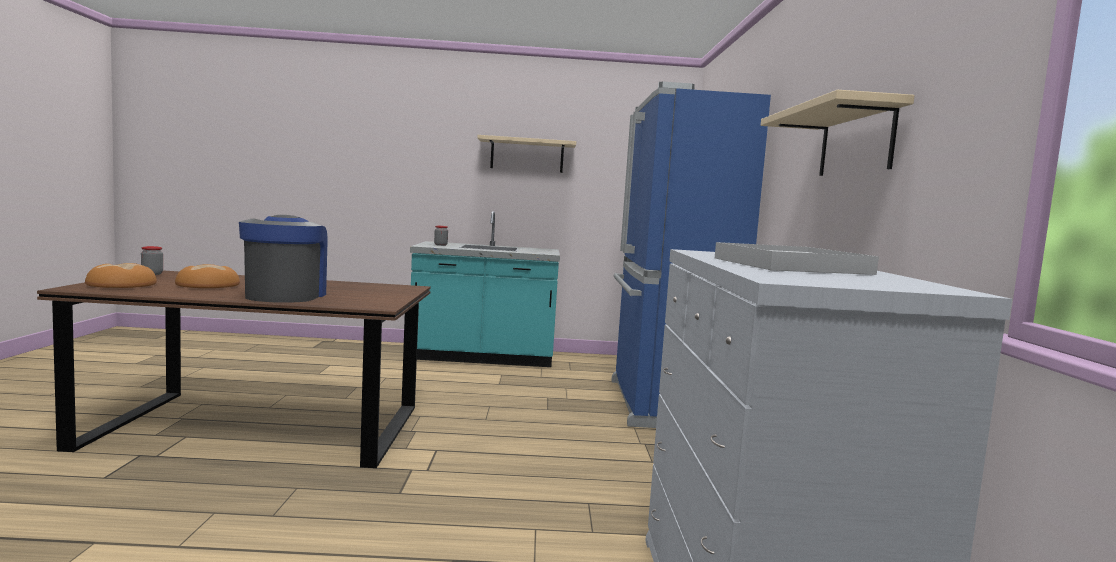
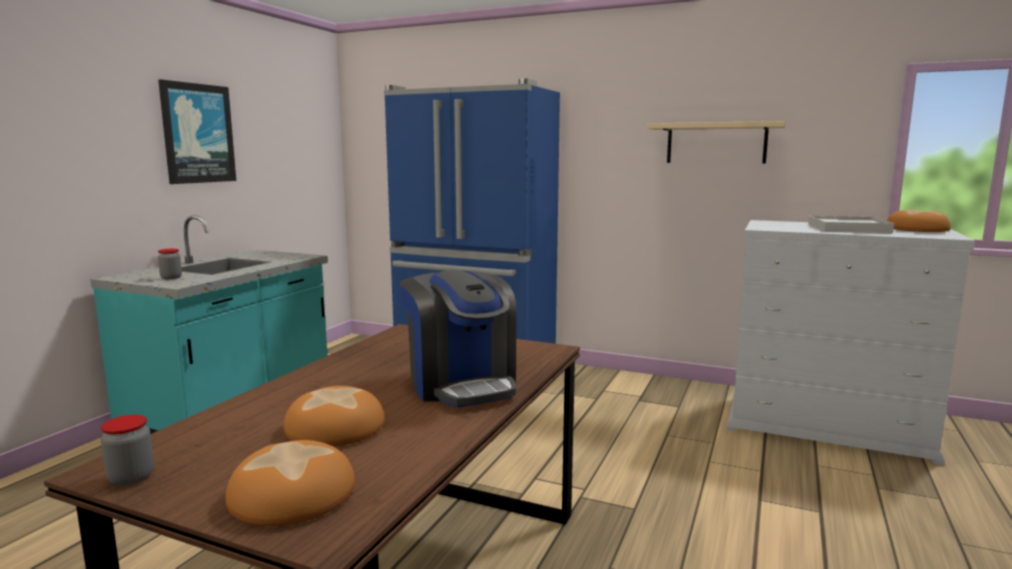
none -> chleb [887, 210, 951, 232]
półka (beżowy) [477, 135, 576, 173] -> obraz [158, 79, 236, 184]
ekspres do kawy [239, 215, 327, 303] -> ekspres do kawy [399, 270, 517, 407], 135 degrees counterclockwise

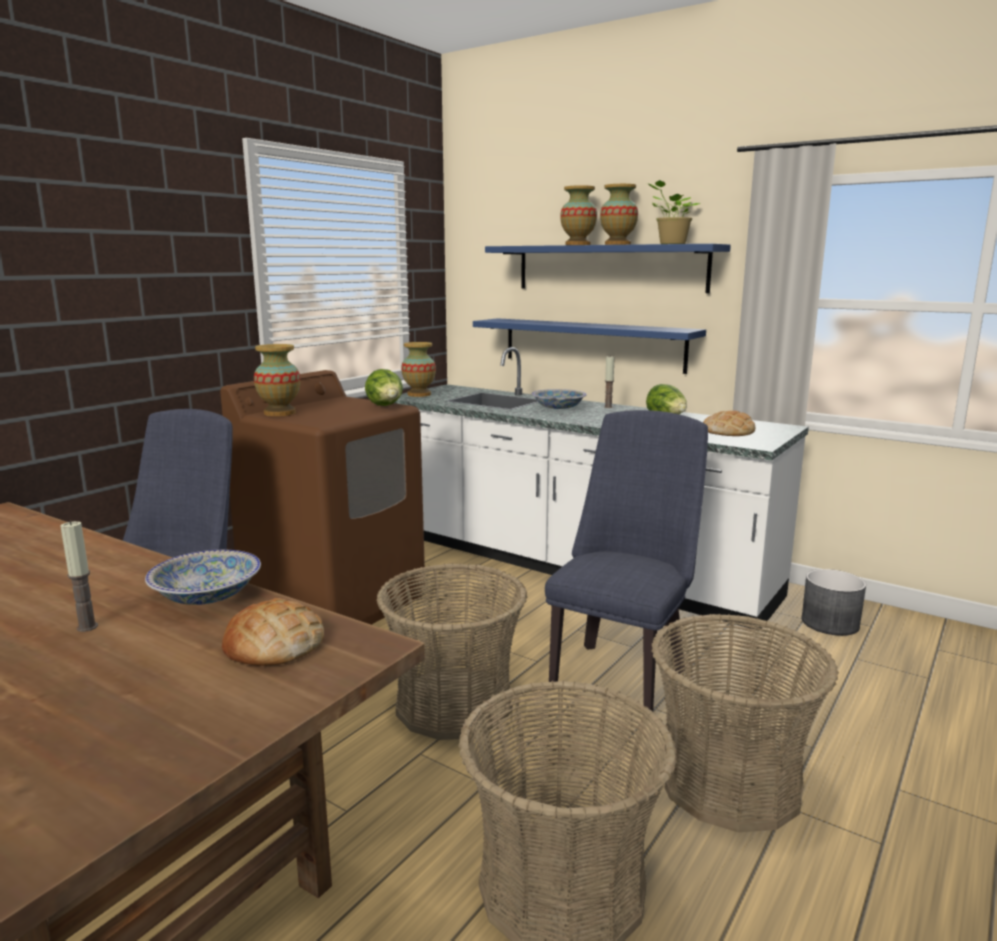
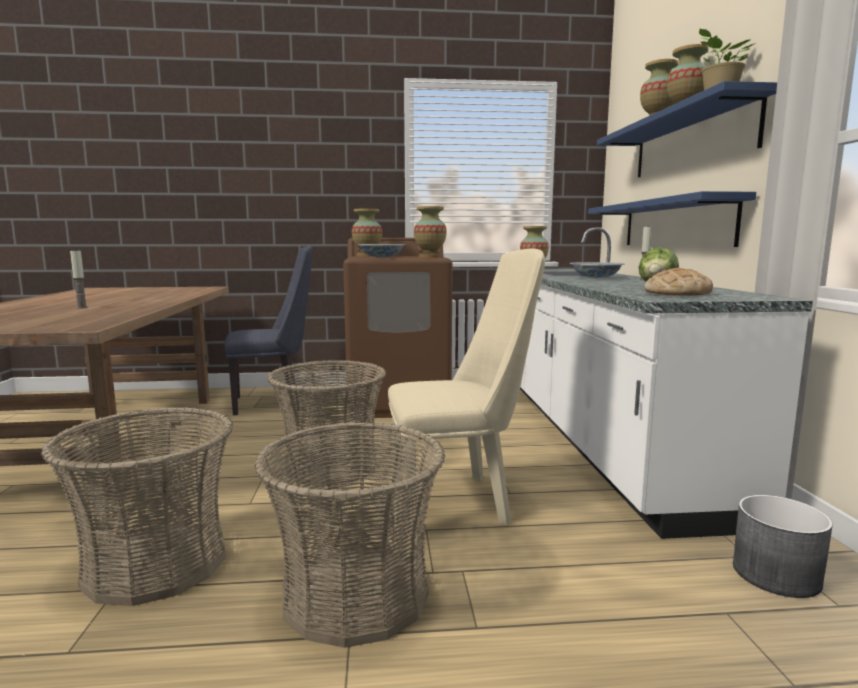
chleb [222, 598, 324, 666] -> none
miska [145, 550, 261, 605] -> miska [357, 244, 406, 258], relocated
sałata [365, 369, 403, 406] -> wazon [414, 206, 447, 258]
krzesło (niebieski) [545, 410, 708, 711] -> krzesło (beżowy) [388, 249, 545, 532]

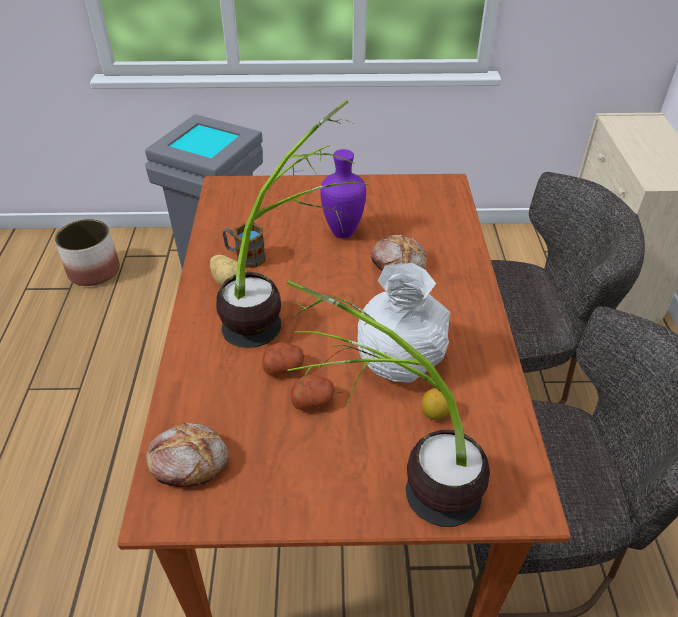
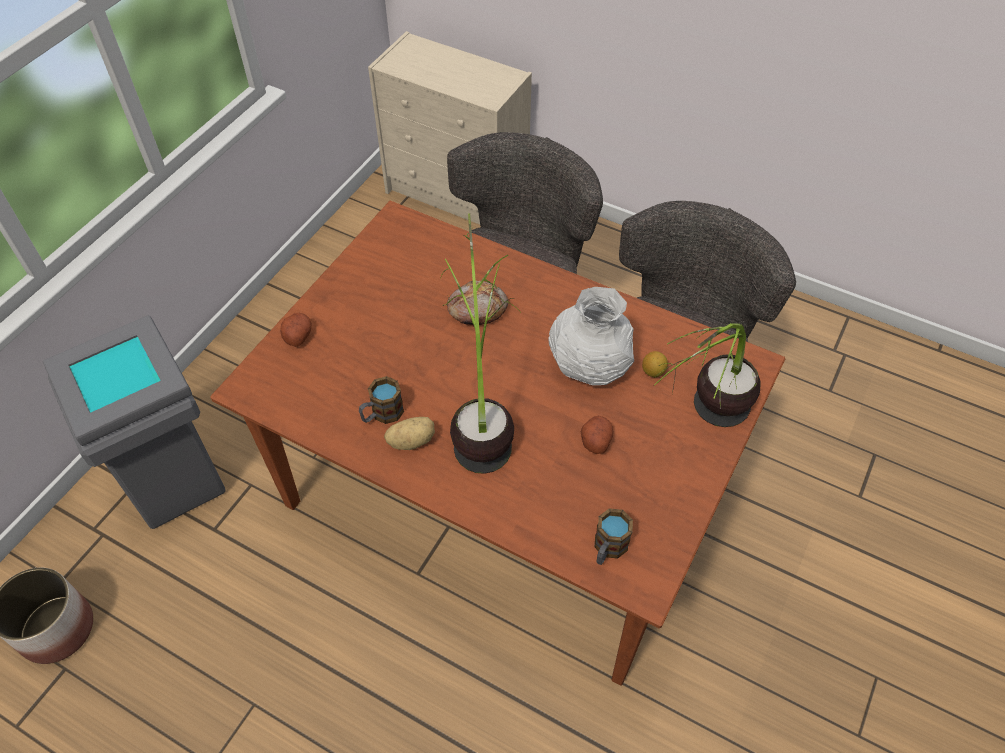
wazon (fioletowy) [320, 149, 366, 238] -> none
ziemniak [262, 342, 304, 375] -> ziemniak [280, 313, 312, 347], relocated
chleb [146, 423, 229, 487] -> kubek [595, 508, 633, 565]

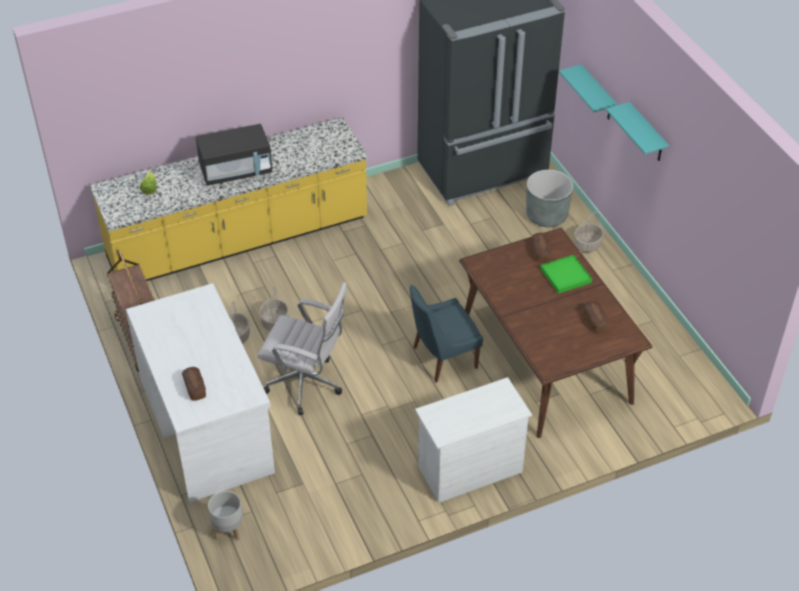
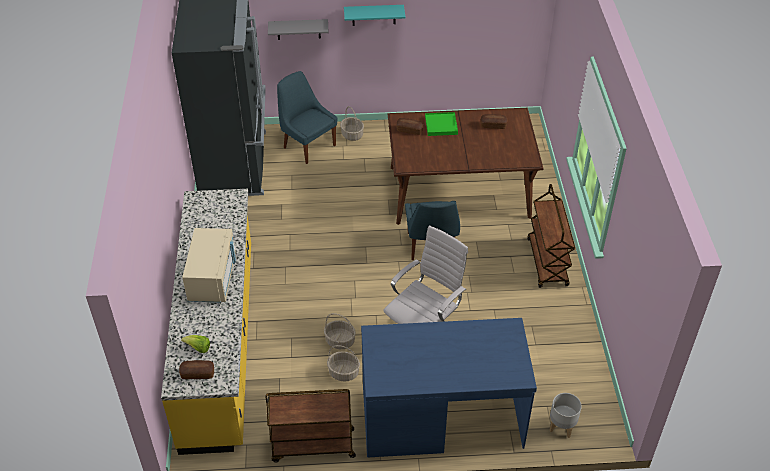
chleb [182, 367, 206, 401] -> chleb [179, 360, 214, 379], relocated
komoda (biały) [415, 377, 532, 503] -> wózek (brązowy) [527, 184, 575, 288]
donica (szary) [526, 170, 573, 227] -> krzesło (niebieski) [277, 71, 337, 164]
biurko (biały) [126, 283, 275, 502] -> biurko (niebieski) [361, 318, 537, 457]
mikrofalówka (czarny) [196, 124, 272, 186] -> mikrofalówka (beżowy) [182, 228, 236, 302]
półka (turkusowy) [559, 64, 617, 120] -> półka (szary) [268, 19, 329, 40]

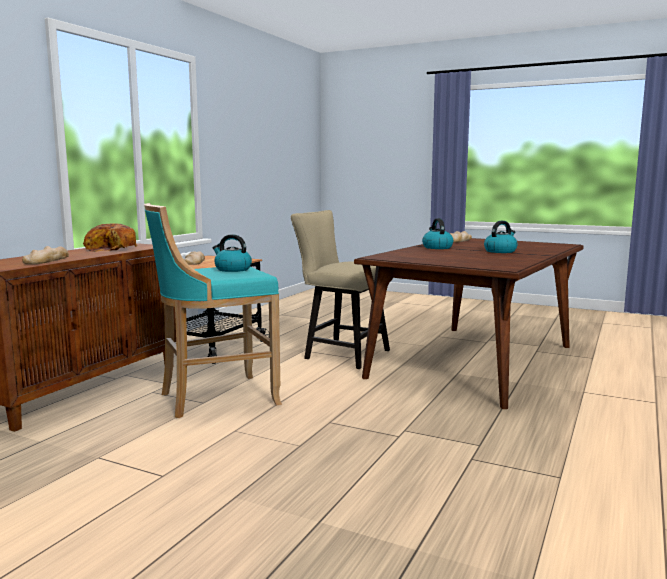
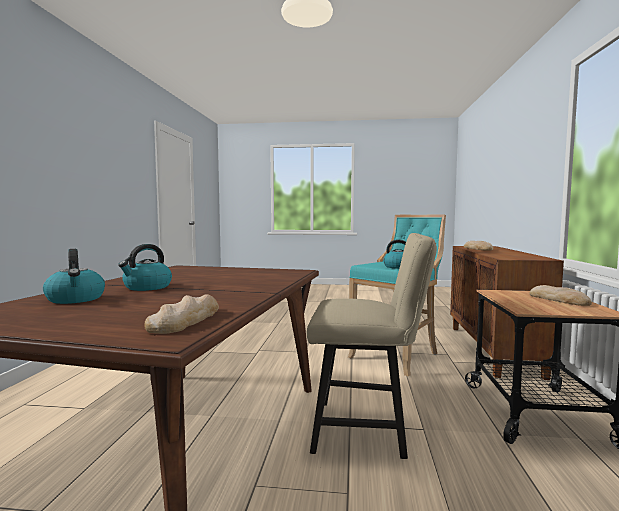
chleb [83, 223, 137, 252] -> none
czajnik [422, 218, 453, 249] -> czajnik [43, 249, 105, 304], relocated

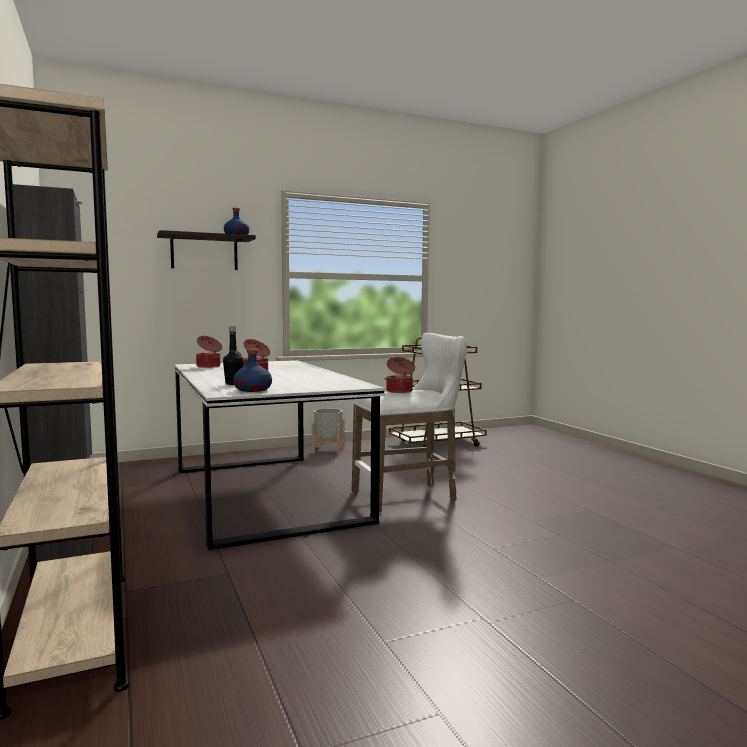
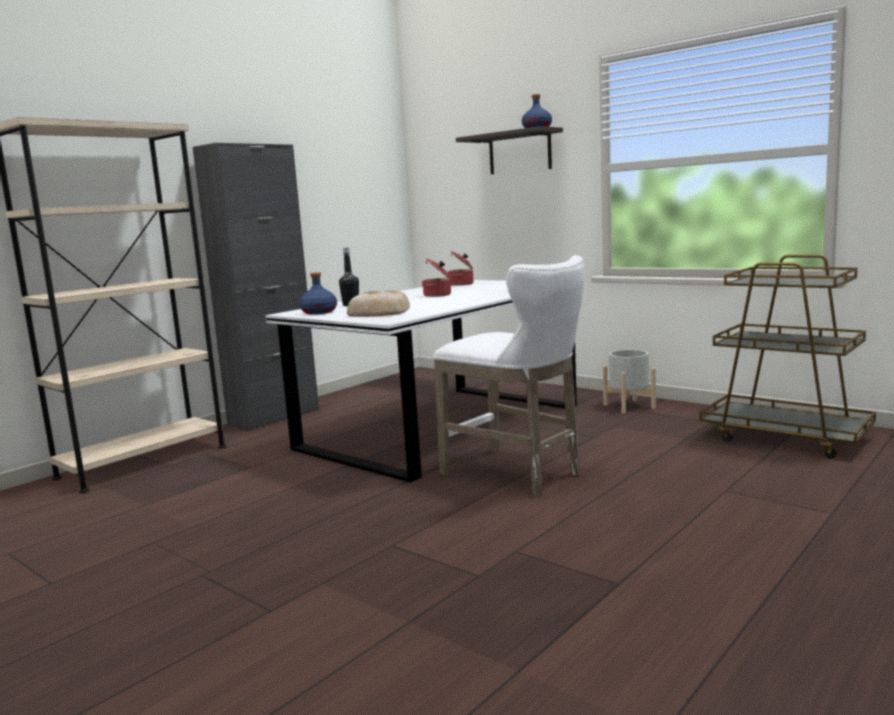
garnek [384, 357, 416, 393] -> none
none -> chleb [347, 290, 410, 317]

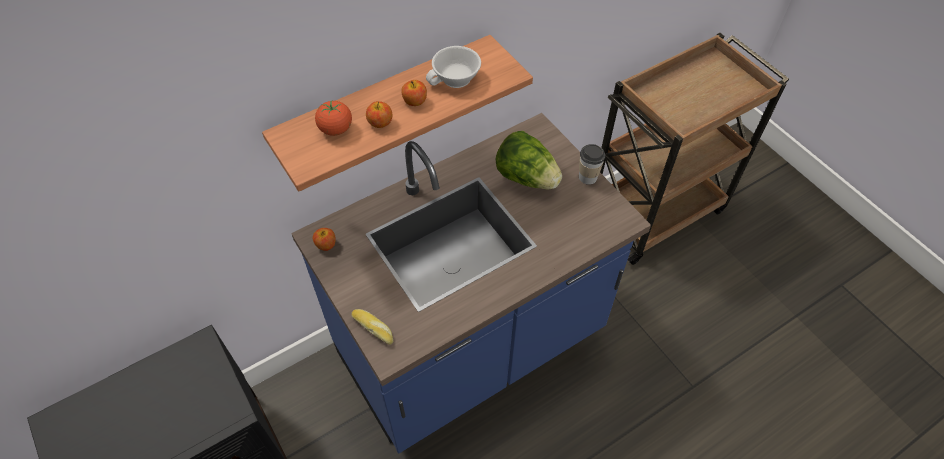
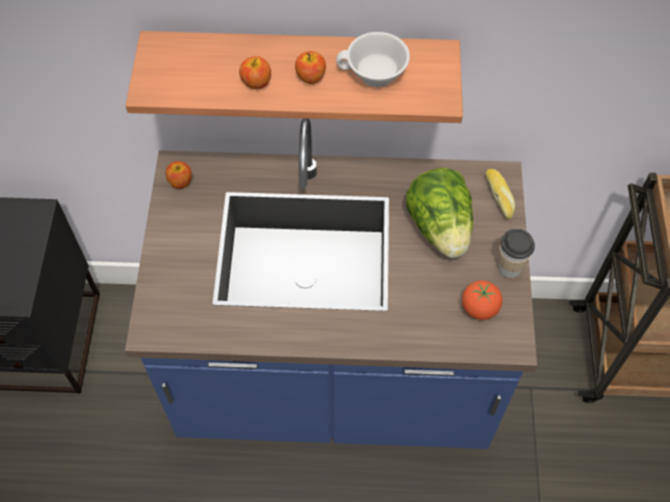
pomidor [315, 101, 352, 136] -> pomidor [462, 280, 502, 320], relocated
chleb [352, 309, 393, 345] -> chleb [485, 169, 515, 219], relocated

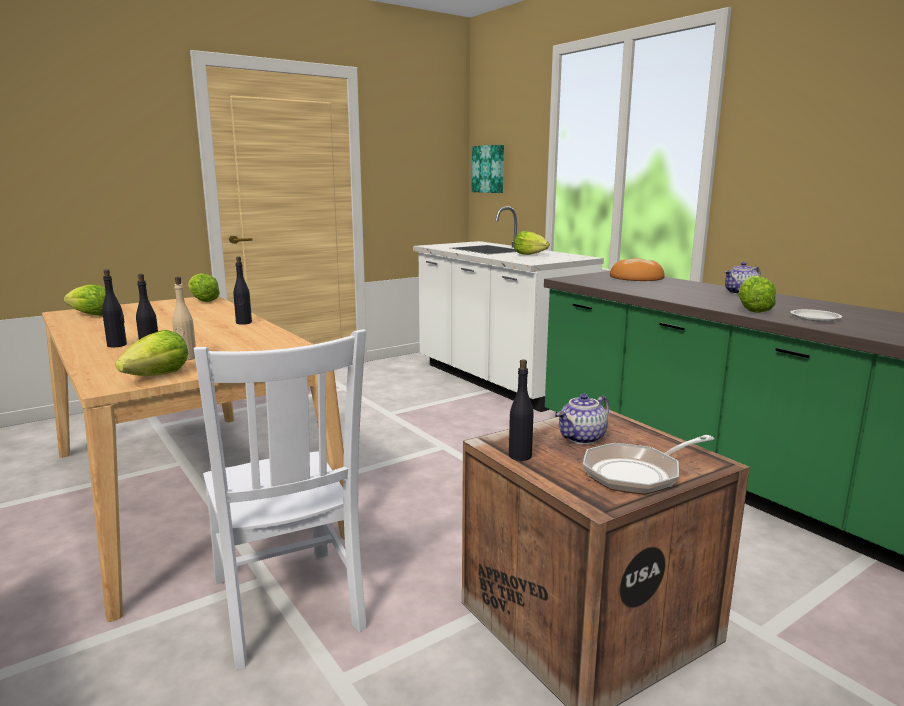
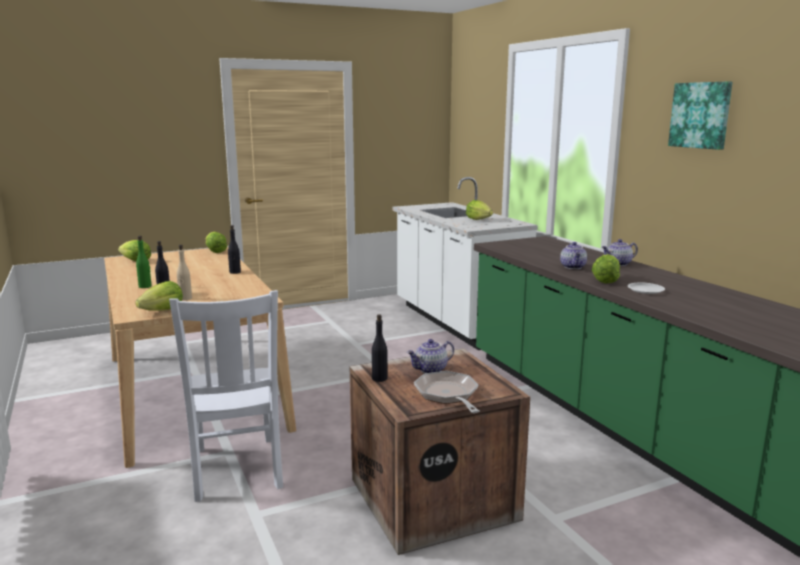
chleb [610, 258, 665, 281] -> none
none -> imbryk [560, 242, 587, 269]
obraz [472, 145, 504, 193] -> obraz [668, 82, 732, 150], relocated
butelka (czarny) [102, 269, 127, 347] -> butelka (zielony) [136, 236, 152, 288]
patelnia [583, 435, 714, 495] -> patelnia [414, 371, 480, 413], 90 degrees clockwise

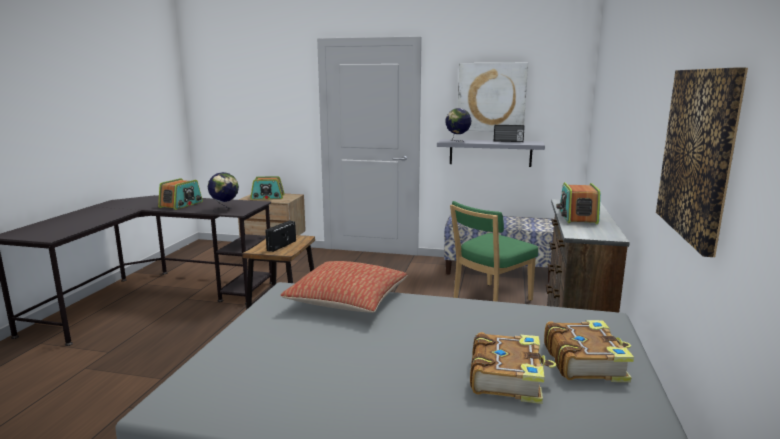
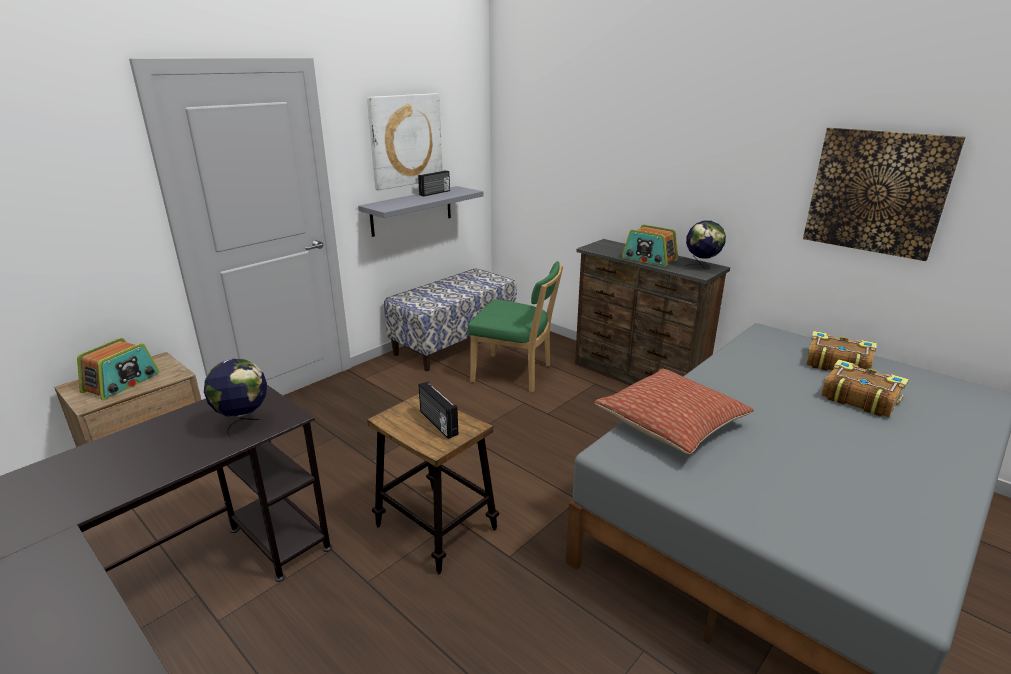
radio [158, 178, 203, 210] -> none
globus [445, 108, 472, 142] -> globus [686, 221, 726, 269], relocated
krzesło (zielony) [450, 201, 538, 302] -> krzesło (zielony) [468, 261, 563, 392], 60 degrees counterclockwise

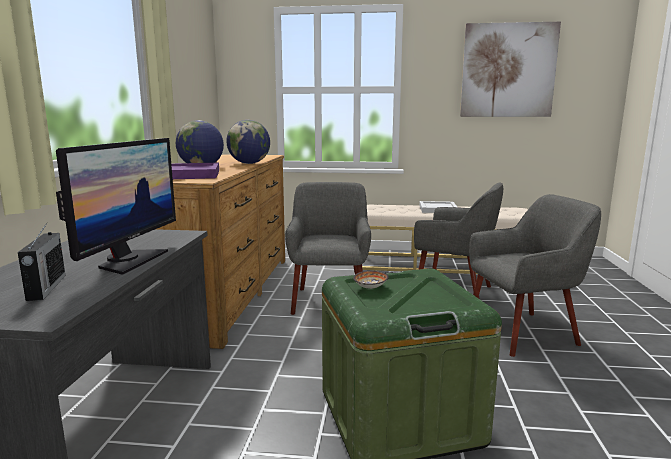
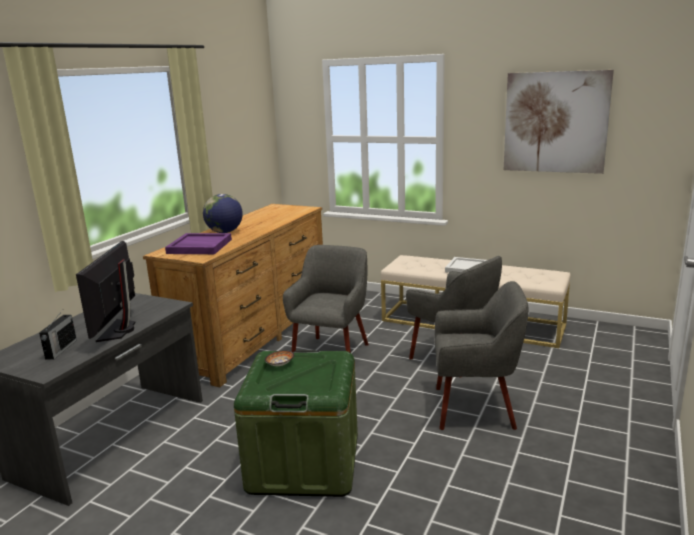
globus [226, 120, 270, 164] -> none
monitor [56, 138, 176, 275] -> monitor [76, 241, 136, 342], 150 degrees clockwise

